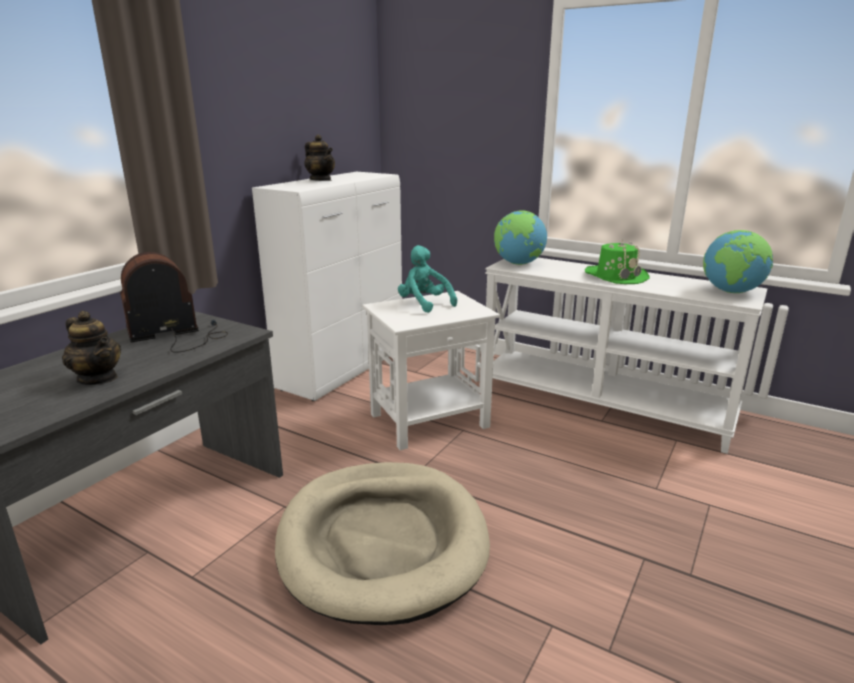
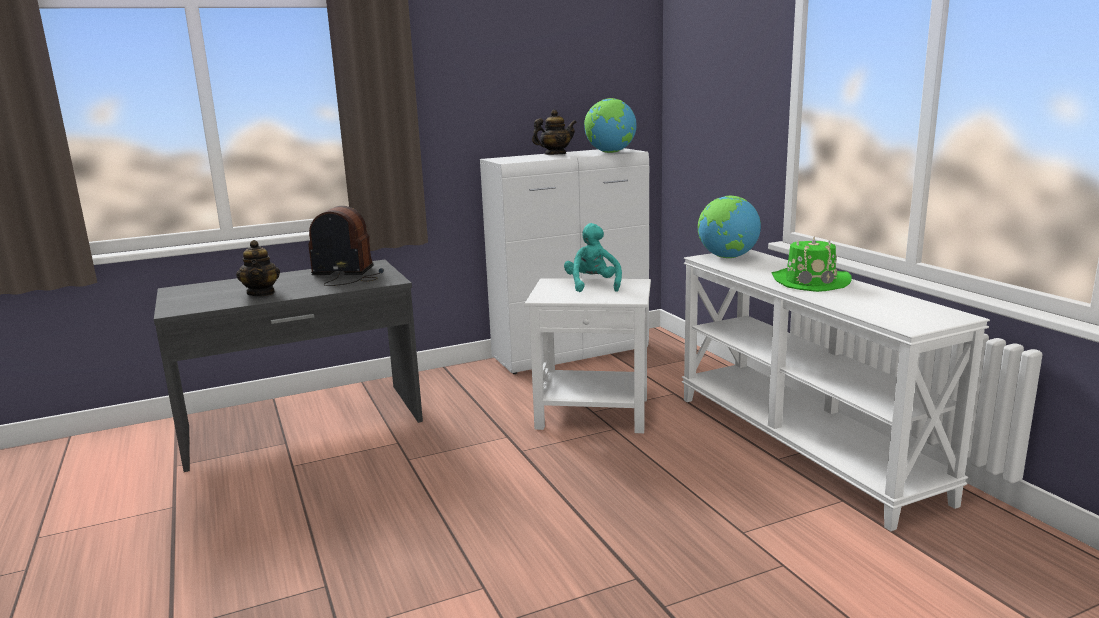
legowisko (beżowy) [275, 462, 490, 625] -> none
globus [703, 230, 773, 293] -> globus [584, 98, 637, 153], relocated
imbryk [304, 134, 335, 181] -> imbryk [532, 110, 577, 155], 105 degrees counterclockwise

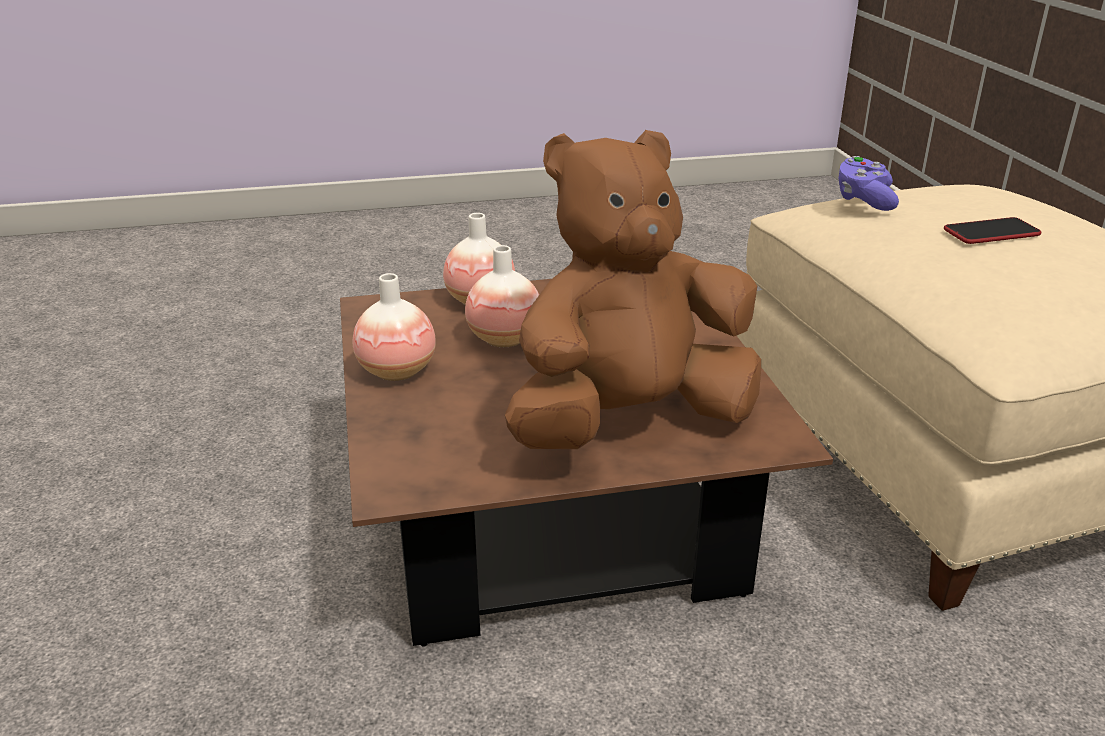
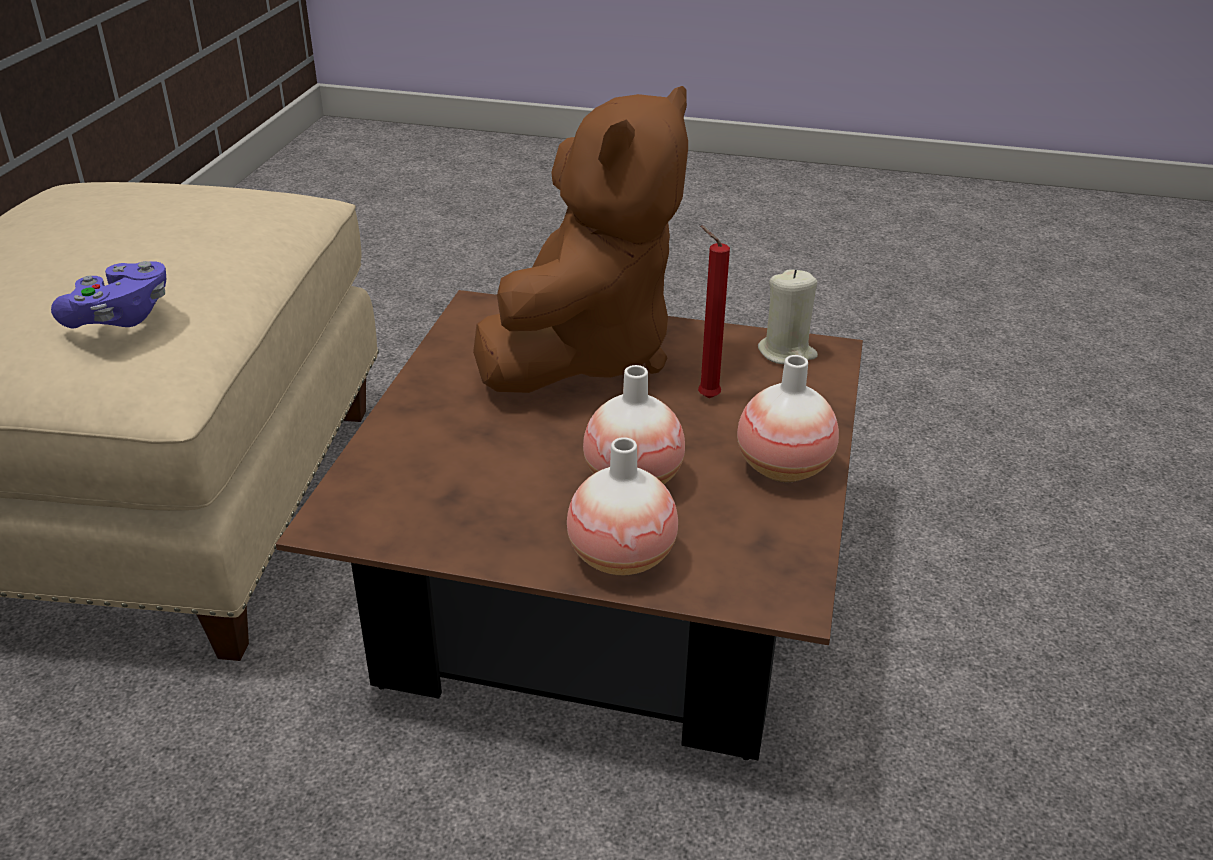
telefon [944, 217, 1041, 244] -> none
none -> świeca (czerwony) [698, 226, 730, 398]
none -> świeca (beżowy) [758, 269, 818, 364]
pluszak (brązowy) [505, 130, 761, 449] -> pluszak (brązowy) [473, 86, 688, 393], 60 degrees counterclockwise

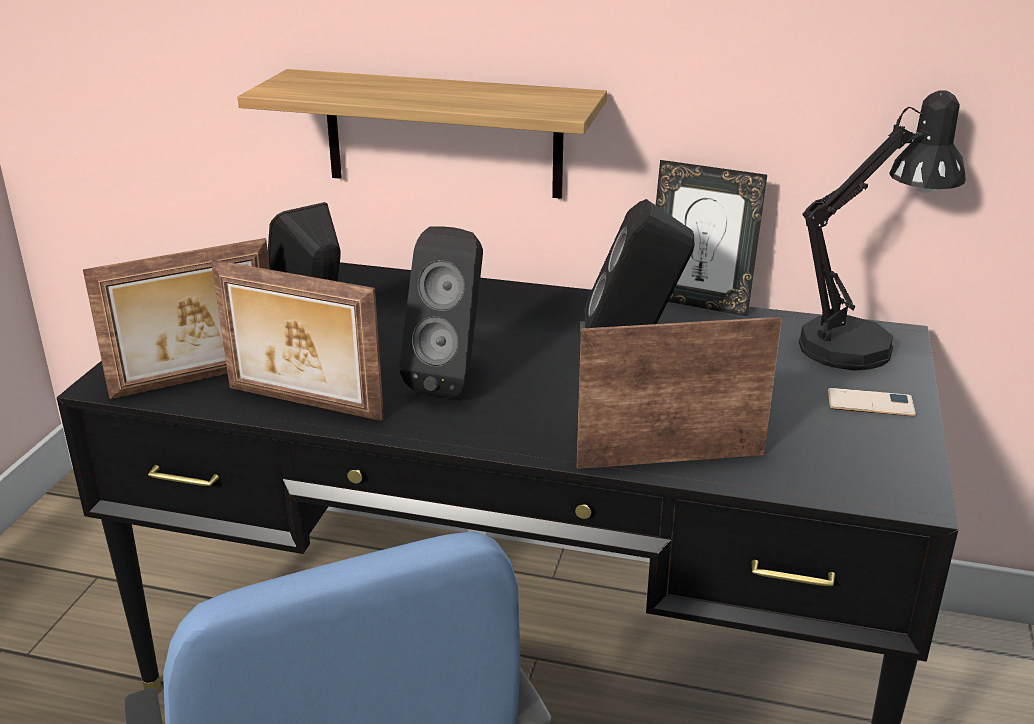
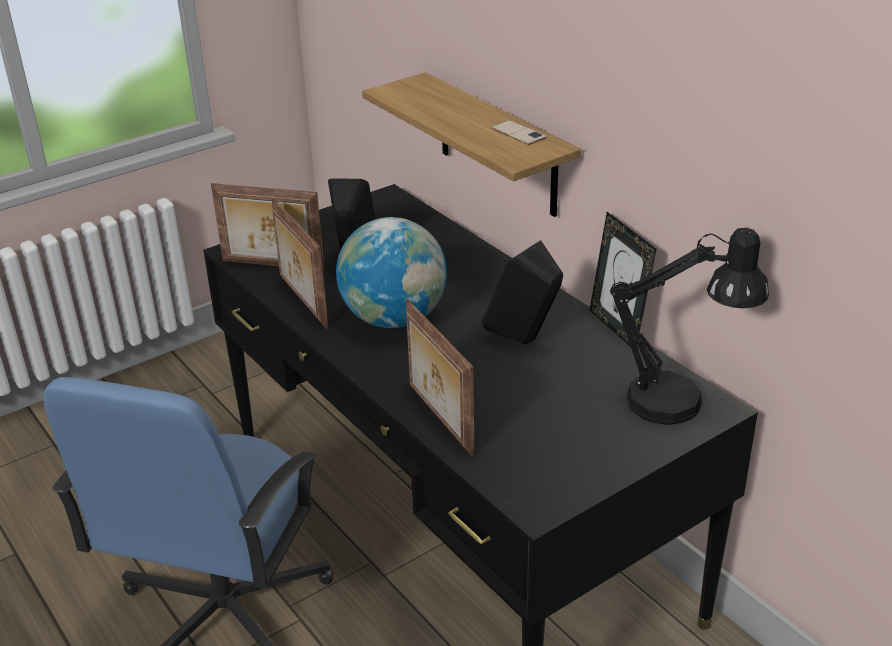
telefon [828, 388, 916, 416] -> telefon [491, 120, 547, 145], relocated
głośnik (czarny) [399, 227, 483, 398] -> globus [336, 217, 447, 328]
ramka na zdjęcie [577, 317, 782, 469] -> ramka na zdjęcie [406, 299, 475, 457], 150 degrees counterclockwise

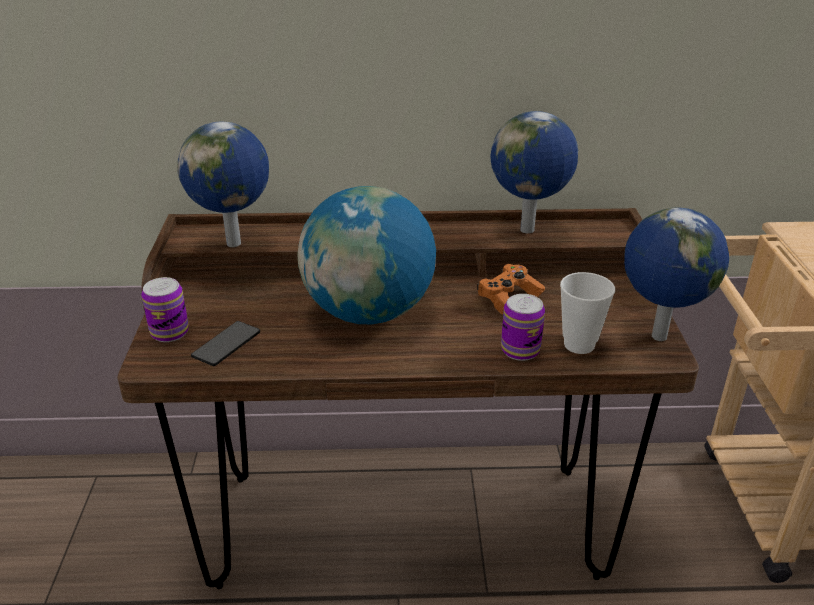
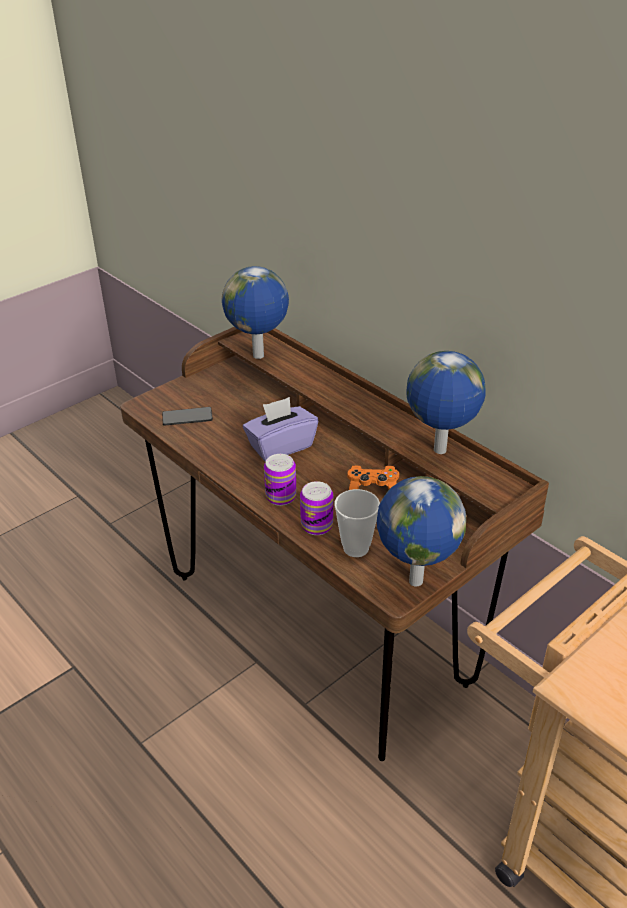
puszka [141, 277, 189, 342] -> puszka [264, 454, 297, 506], relocated
globus [297, 186, 436, 324] -> pudełko chusteczek (fioletowy) [243, 397, 318, 462]

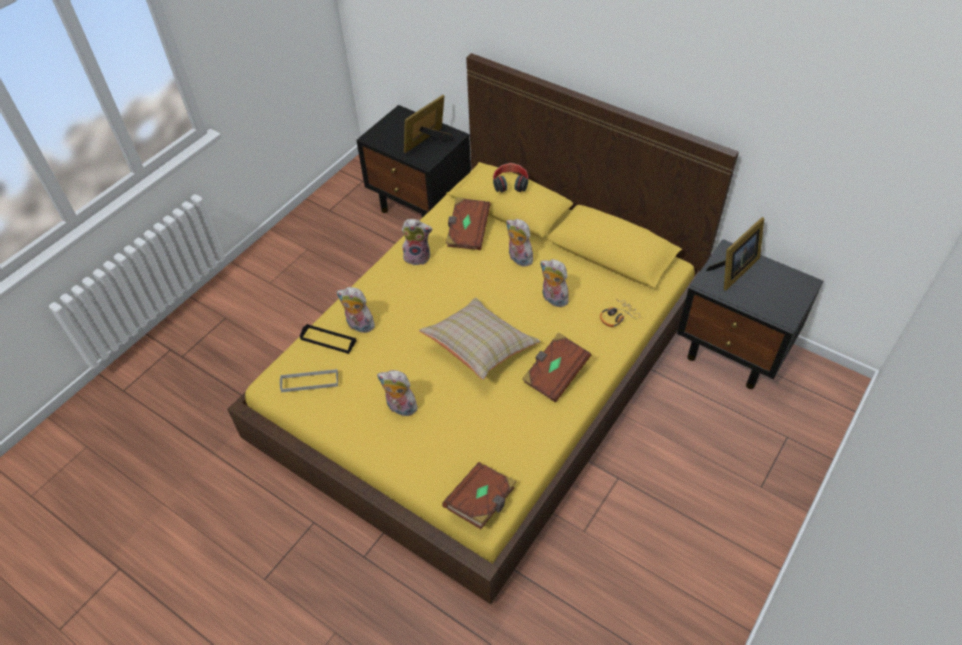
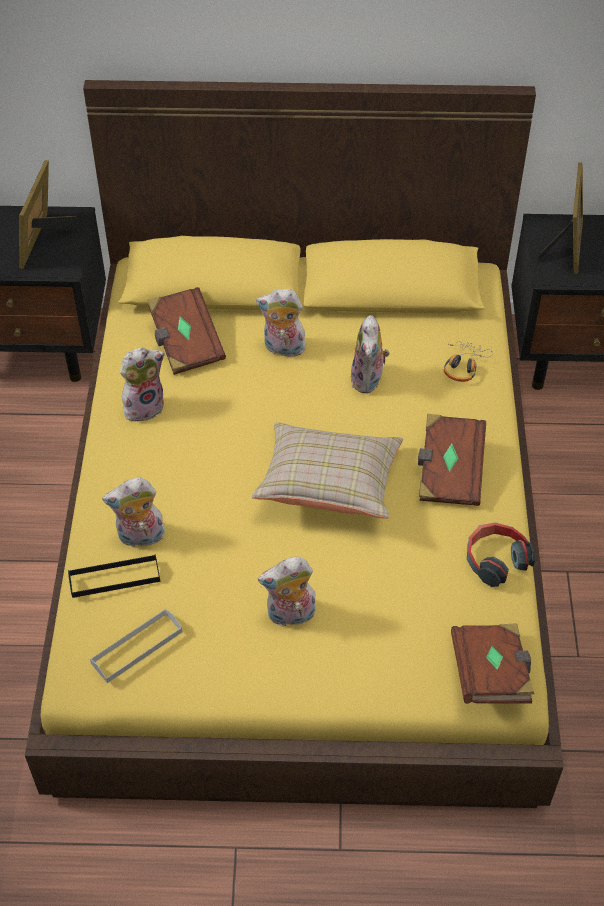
słuchawki [493, 163, 528, 193] -> słuchawki [467, 522, 535, 587], relocated
pluszak [540, 259, 569, 307] -> pluszak [350, 315, 390, 393], 90 degrees counterclockwise

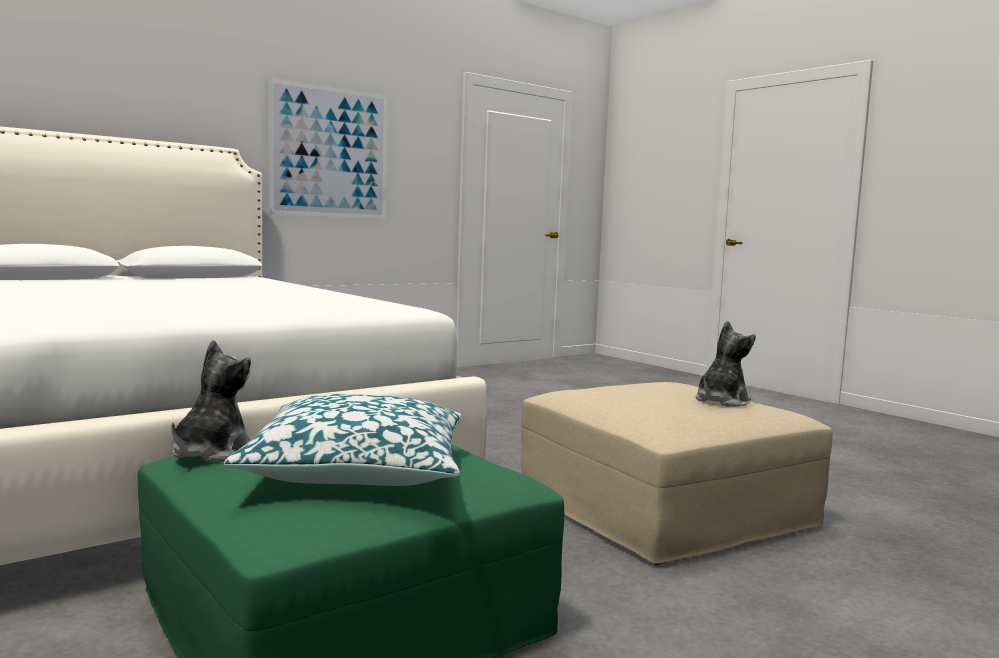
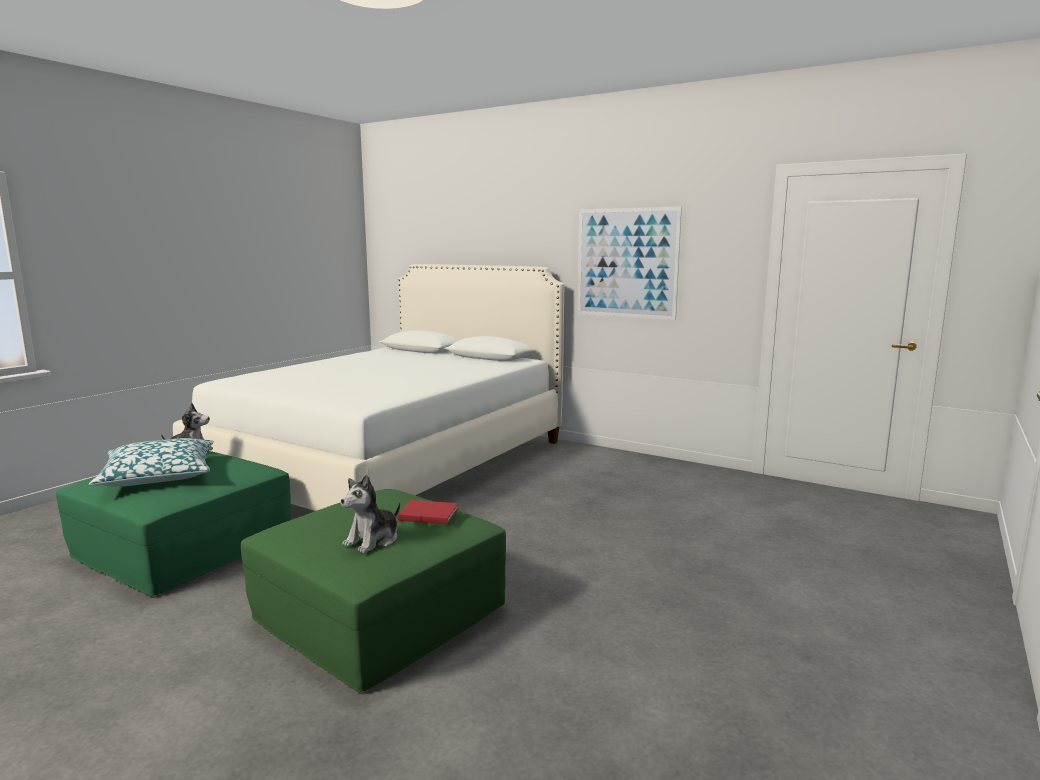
none -> książka (czerwony) [398, 500, 458, 525]
pufa (beżowy) [521, 382, 832, 565] -> pufa (zielony) [241, 489, 506, 692]
pluszak [696, 321, 756, 407] -> pluszak [341, 474, 400, 554], 105 degrees clockwise

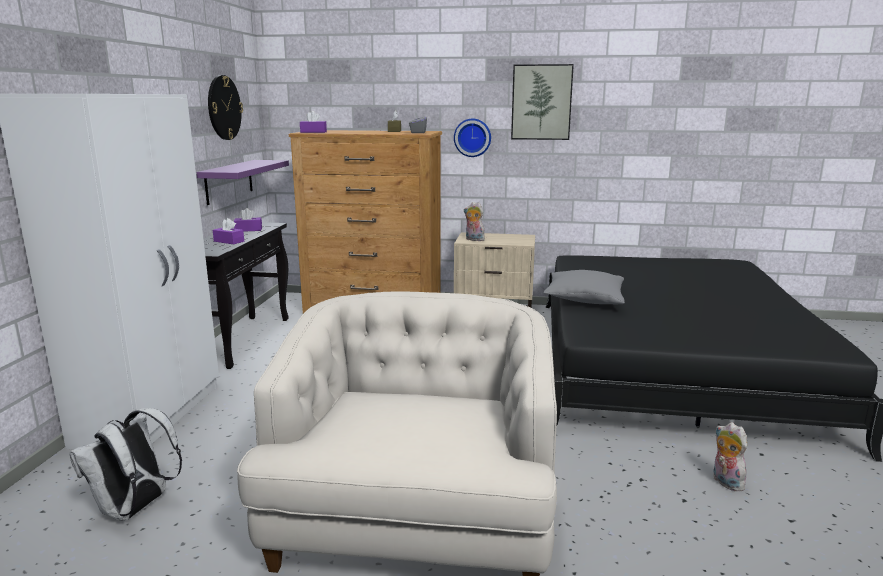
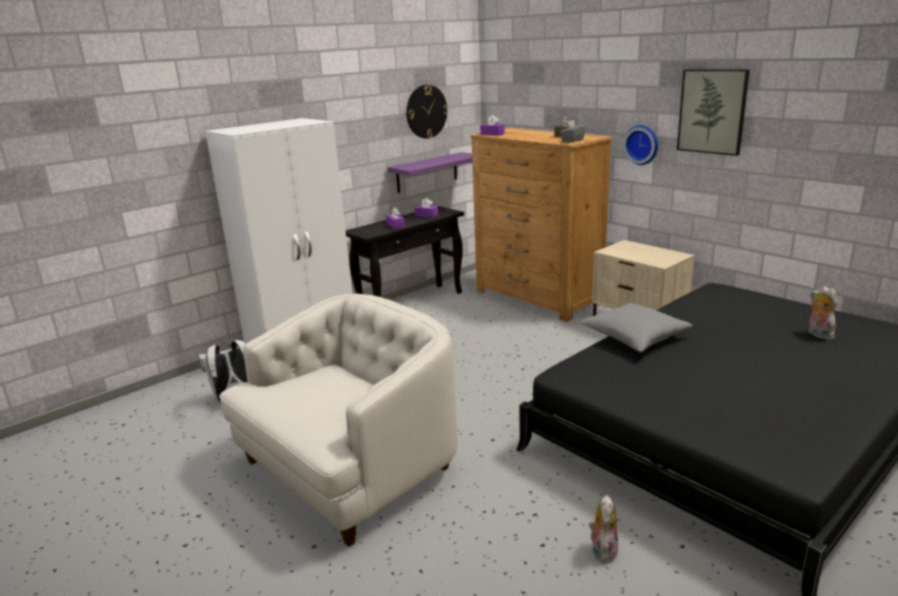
pluszak [464, 202, 485, 241] -> pluszak [808, 286, 837, 340], relocated

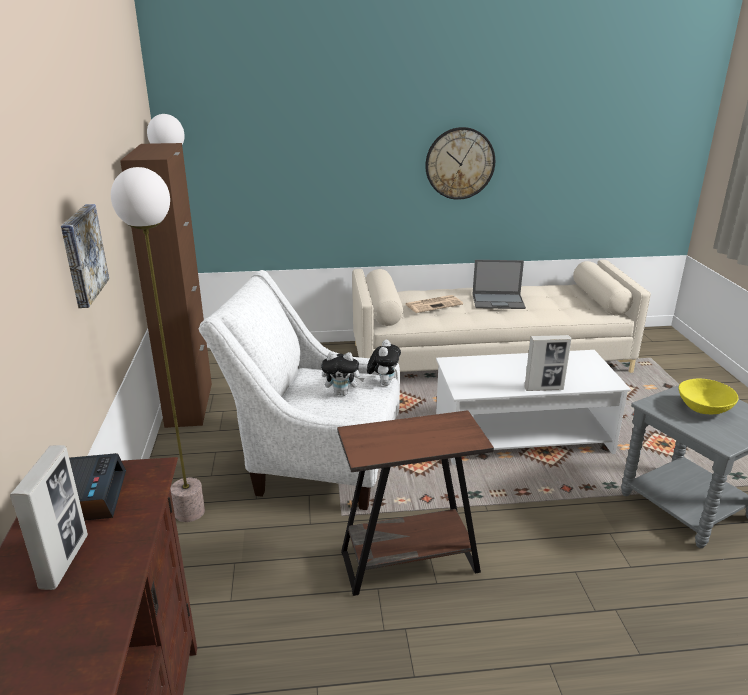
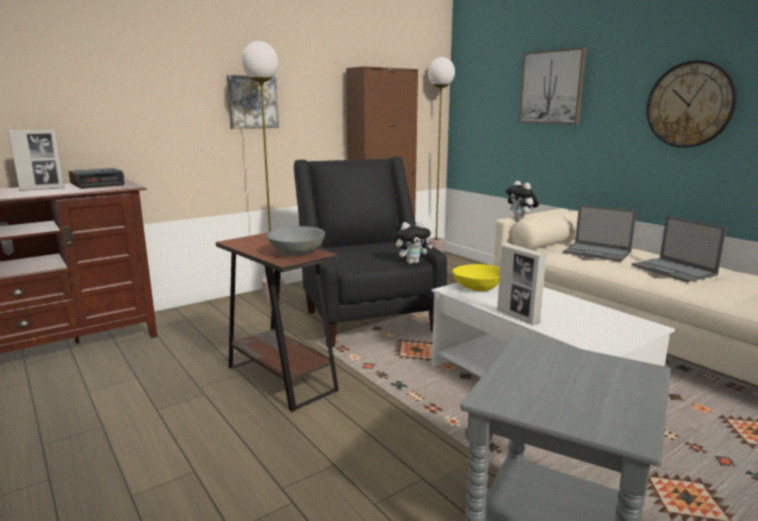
none -> miska (szary) [267, 226, 325, 256]
none -> obraz [519, 47, 587, 124]
pluszak [321, 352, 365, 396] -> pluszak [505, 181, 539, 219], relocated
miska (żółty) [679, 379, 738, 414] -> miska (żółty) [452, 264, 500, 291], relocated
gazeta [405, 295, 463, 313] -> laptop [563, 205, 637, 262]
fotel (biały) [198, 270, 400, 510] -> fotel (czarny) [294, 157, 447, 347]

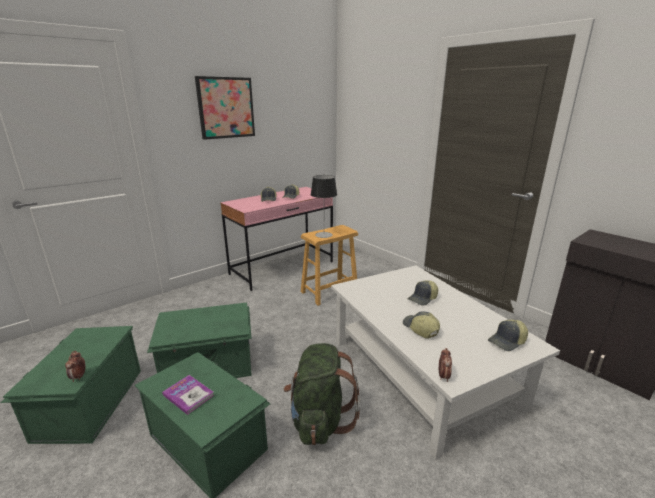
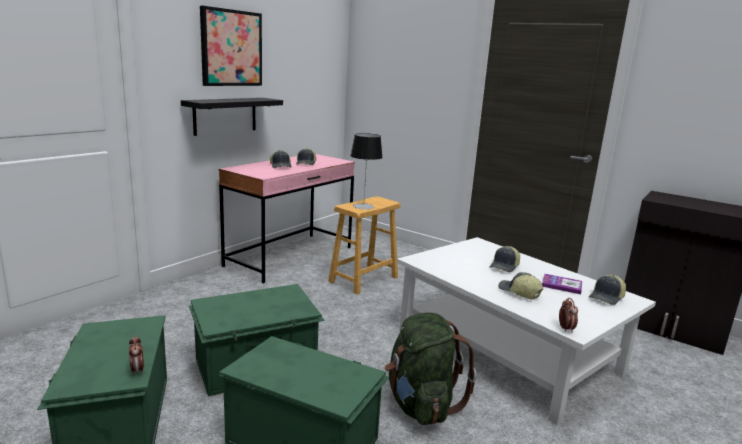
none -> półka (czarny) [181, 98, 283, 136]
książka [162, 375, 214, 415] -> książka [542, 274, 582, 294], relocated

